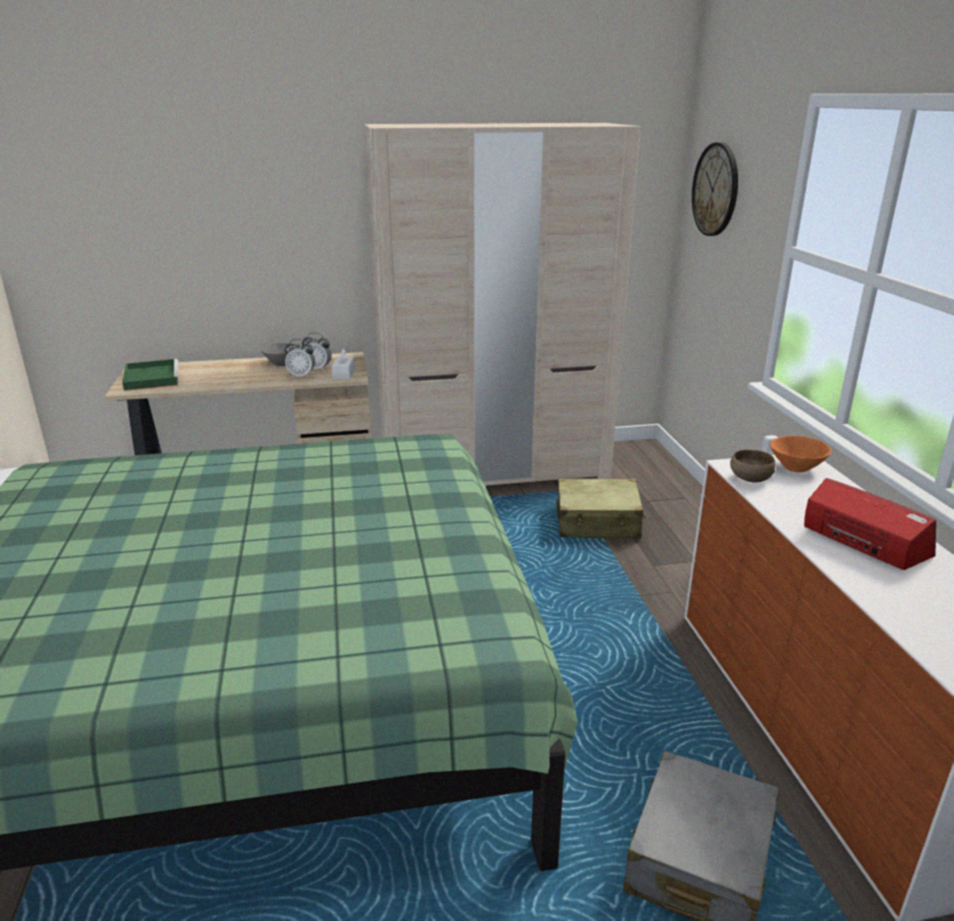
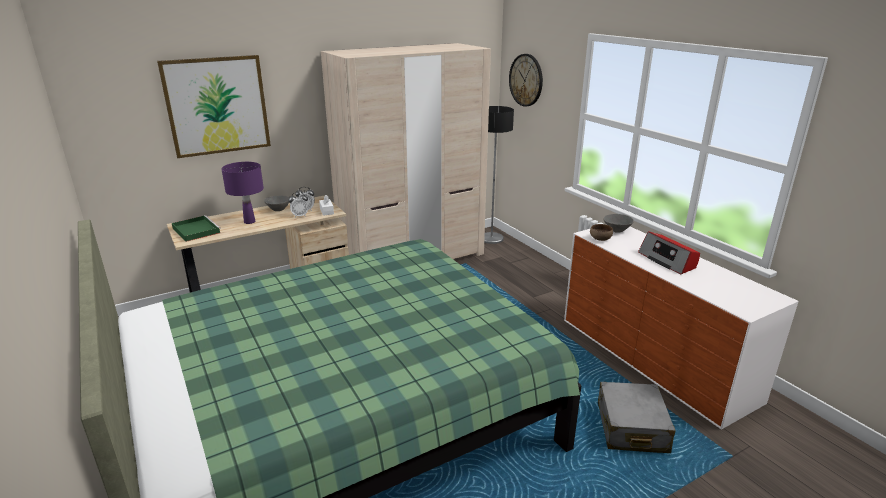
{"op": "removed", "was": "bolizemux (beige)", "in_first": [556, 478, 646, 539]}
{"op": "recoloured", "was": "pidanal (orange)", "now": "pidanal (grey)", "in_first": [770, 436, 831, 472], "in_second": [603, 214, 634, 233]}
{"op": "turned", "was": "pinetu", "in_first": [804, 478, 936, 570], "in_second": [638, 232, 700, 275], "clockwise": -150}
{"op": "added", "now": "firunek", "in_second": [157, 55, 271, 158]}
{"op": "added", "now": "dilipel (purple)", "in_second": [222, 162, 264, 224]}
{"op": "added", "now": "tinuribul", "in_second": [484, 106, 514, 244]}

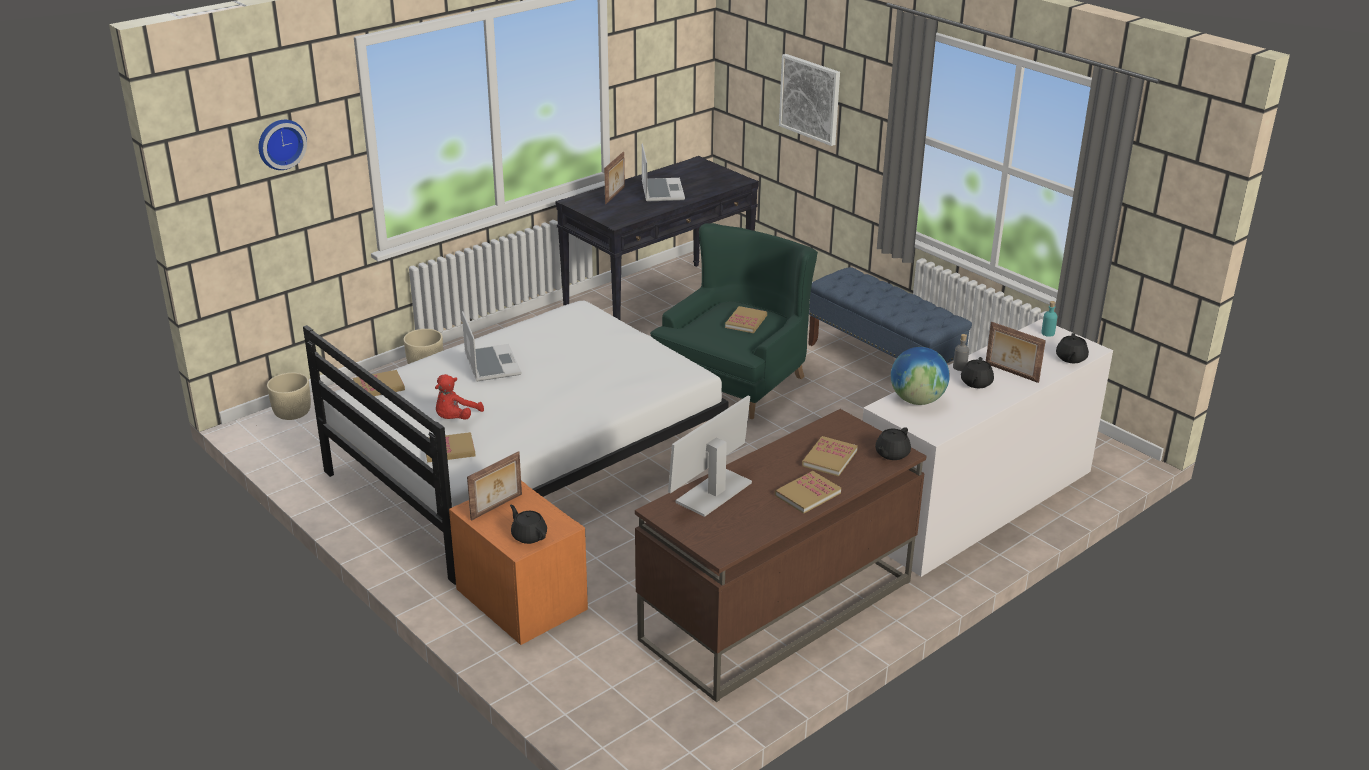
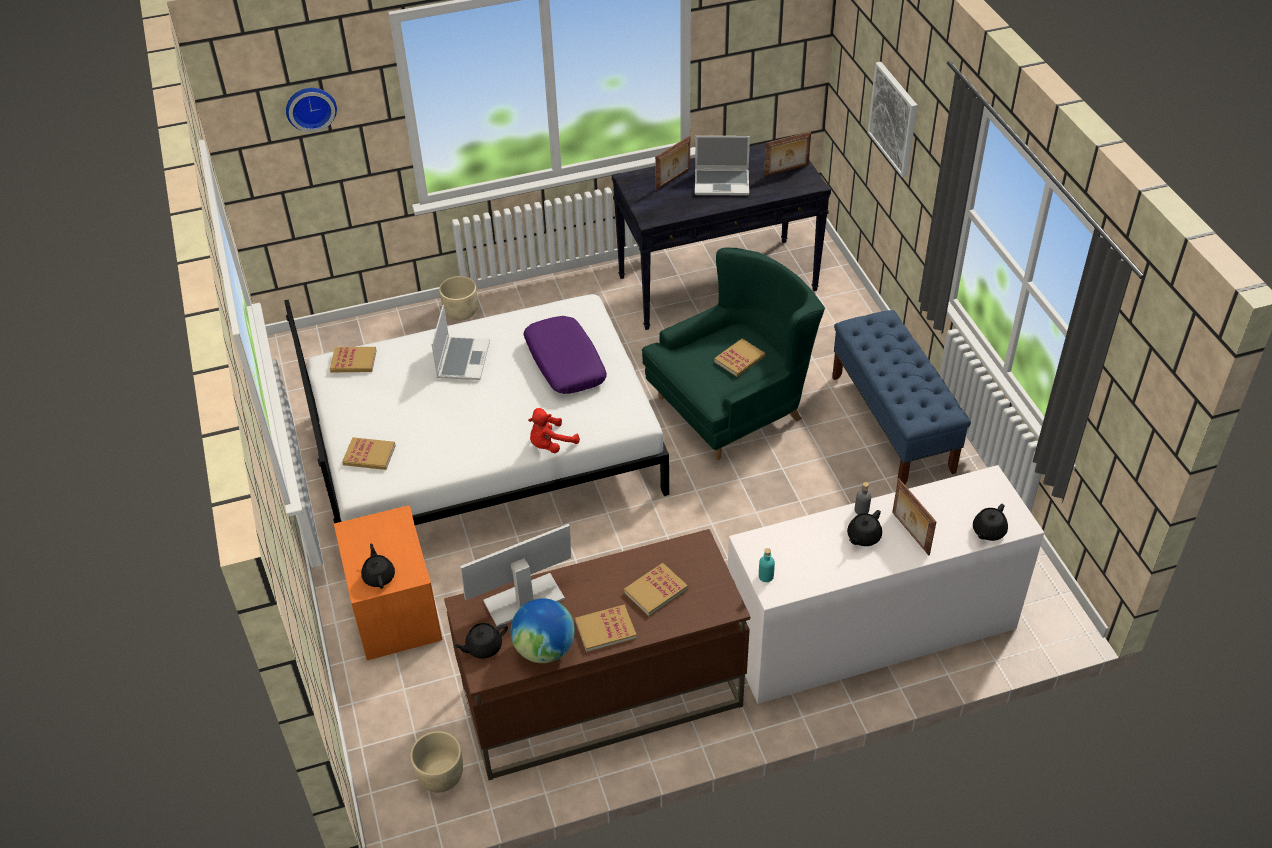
{"op": "moved", "was": "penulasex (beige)", "in_first": [267, 373, 311, 420], "in_second": [411, 731, 463, 793]}
{"op": "moved", "was": "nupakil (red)", "in_first": [435, 374, 484, 420], "in_second": [528, 408, 580, 453]}
{"op": "moved", "was": "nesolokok", "in_first": [467, 451, 522, 521], "in_second": [764, 131, 811, 176]}
{"op": "turned", "was": "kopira", "in_first": [642, 143, 685, 202], "in_second": [695, 136, 750, 195], "clockwise": 75}
{"op": "moved", "was": "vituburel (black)", "in_first": [875, 427, 911, 460], "in_second": [453, 623, 508, 659]}
{"op": "moved", "was": "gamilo", "in_first": [891, 347, 950, 405], "in_second": [510, 598, 575, 663]}
{"op": "moved", "was": "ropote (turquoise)", "in_first": [1041, 301, 1057, 337], "in_second": [759, 548, 775, 582]}
{"op": "added", "now": "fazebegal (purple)", "in_second": [523, 316, 607, 394]}

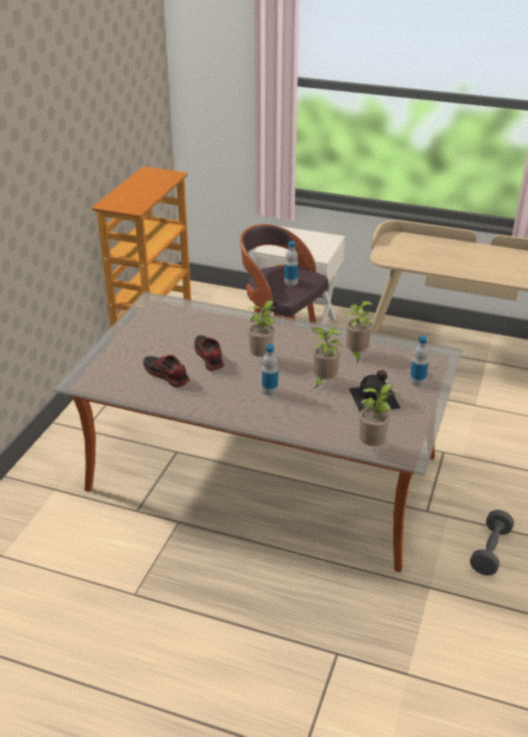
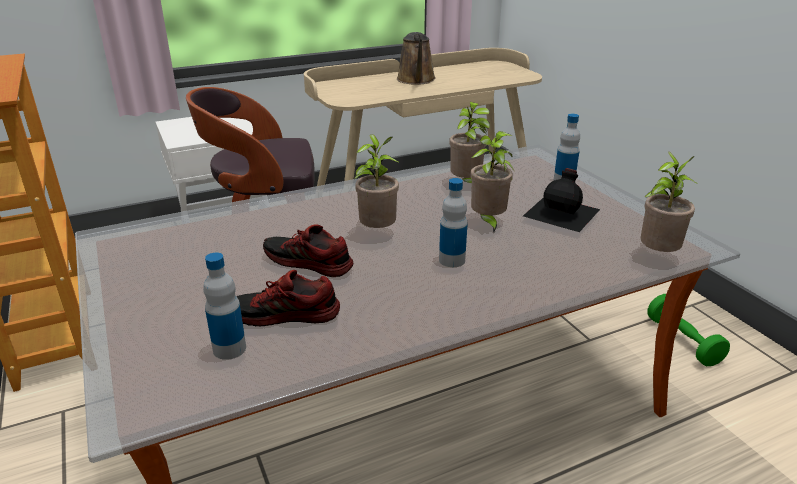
{"op": "moved", "was": "ropote", "in_first": [285, 241, 298, 286], "in_second": [203, 253, 246, 360]}
{"op": "recoloured", "was": "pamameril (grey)", "now": "pamameril (green)", "in_first": [470, 510, 514, 575], "in_second": [647, 294, 730, 366]}
{"op": "added", "now": "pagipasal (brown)", "in_second": [397, 32, 436, 85]}

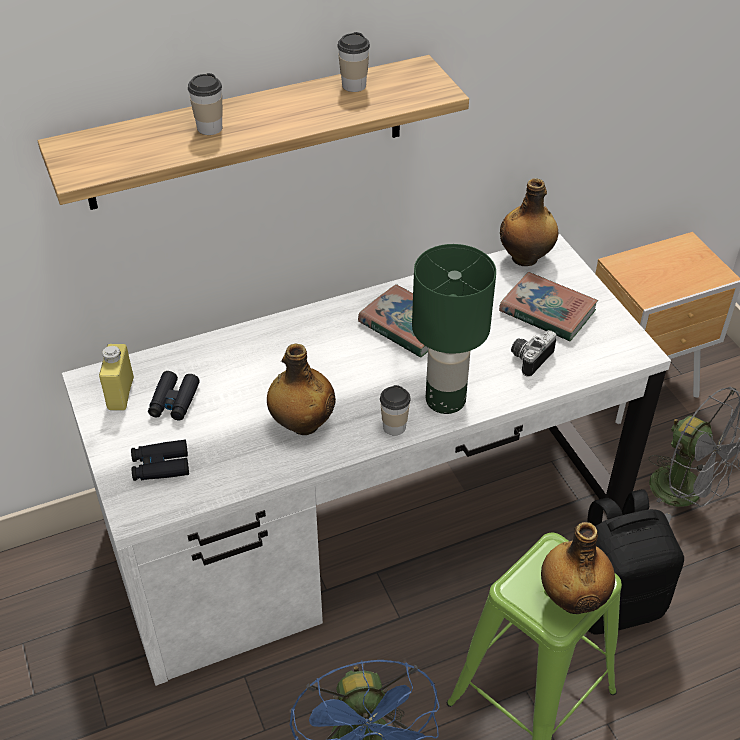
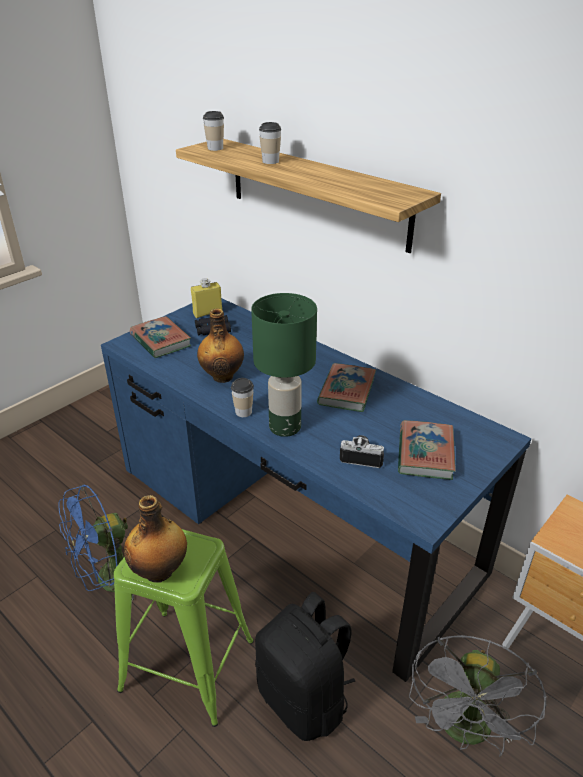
{"op": "recoloured", "was": "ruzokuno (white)", "now": "ruzokuno (blue)", "in_first": [62, 234, 671, 686], "in_second": [101, 298, 532, 682]}
{"op": "replaced", "was": "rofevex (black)", "now": "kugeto", "in_first": [131, 440, 189, 481], "in_second": [130, 316, 191, 358]}
{"op": "moved", "was": "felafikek", "in_first": [337, 32, 370, 92], "in_second": [203, 111, 224, 151]}
{"op": "removed", "was": "ropote", "in_first": [500, 178, 558, 266]}

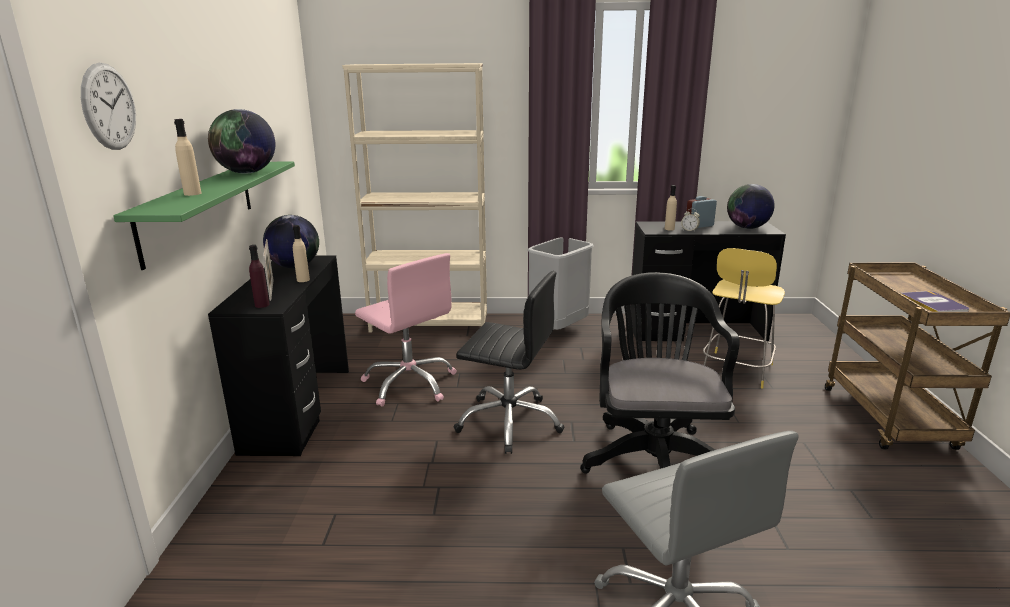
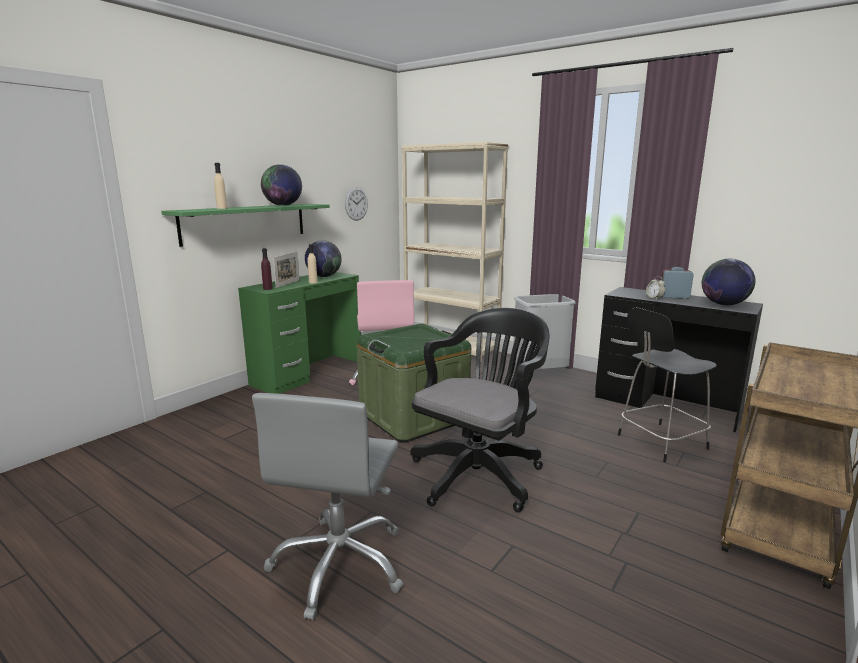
{"op": "moved", "was": "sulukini", "in_first": [81, 63, 136, 150], "in_second": [345, 187, 368, 221]}
{"op": "recoloured", "was": "ruzokuno (black)", "now": "ruzokuno (green)", "in_first": [208, 255, 349, 456], "in_second": [238, 272, 361, 394]}
{"op": "replaced", "was": "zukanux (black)", "now": "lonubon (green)", "in_first": [454, 271, 564, 454], "in_second": [357, 323, 471, 443]}
{"op": "removed", "was": "ropote (beige)", "in_first": [665, 185, 677, 231]}
{"op": "recoloured", "was": "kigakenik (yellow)", "now": "kigakenik (black)", "in_first": [703, 248, 785, 389], "in_second": [618, 308, 717, 463]}
{"op": "removed", "was": "kugeto", "in_first": [901, 291, 969, 312]}

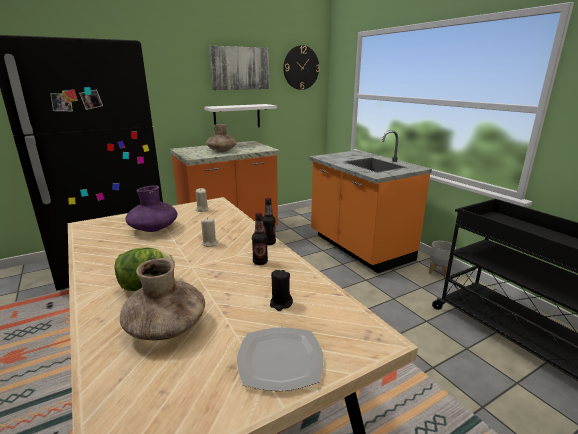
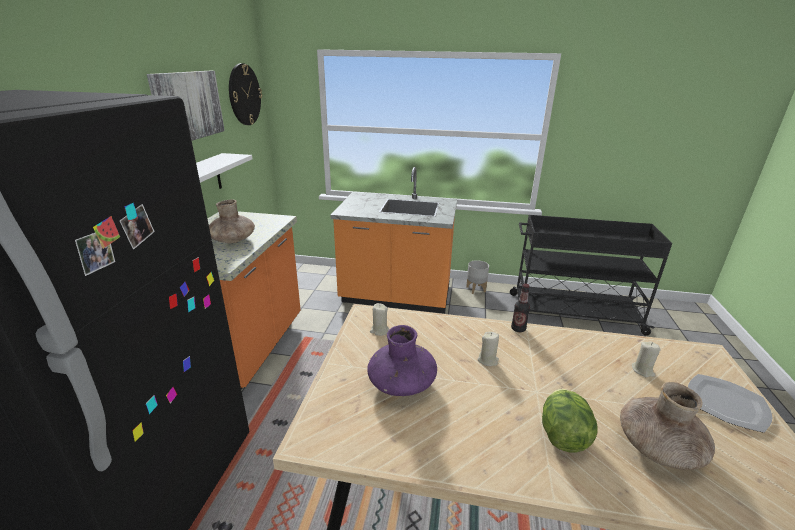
{"op": "removed", "was": "ropote", "in_first": [252, 213, 268, 265]}
{"op": "recoloured", "was": "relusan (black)", "now": "relusan (beige)", "in_first": [270, 270, 293, 311], "in_second": [632, 341, 661, 377]}

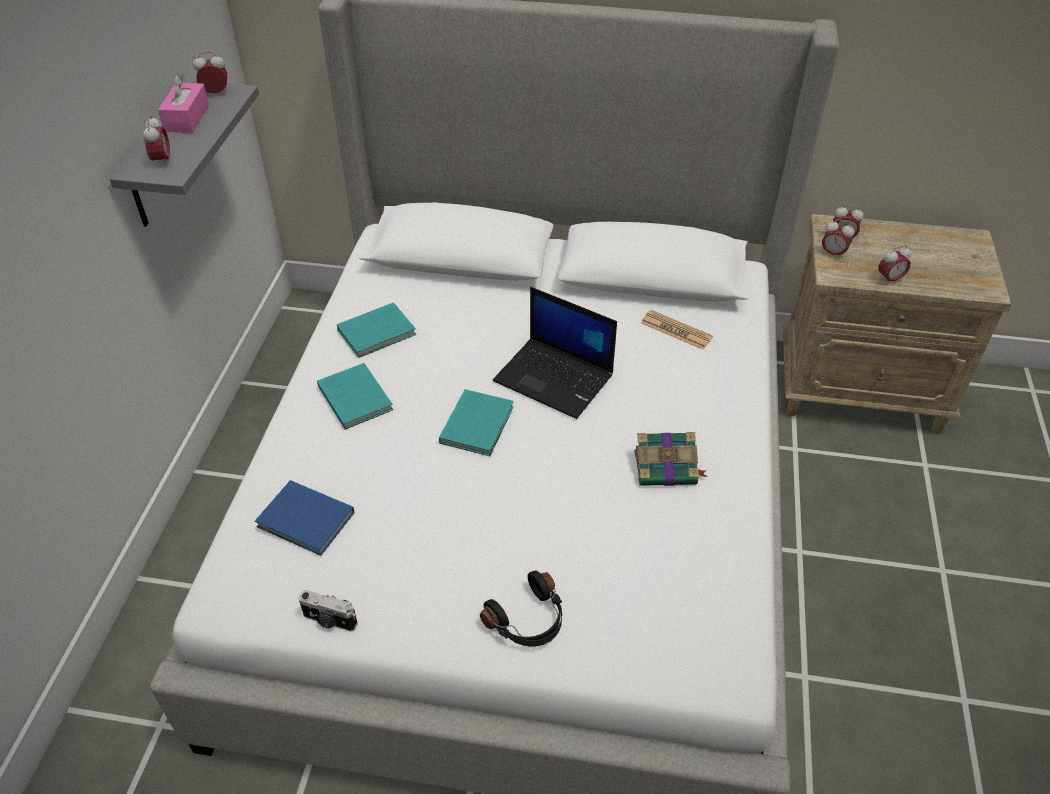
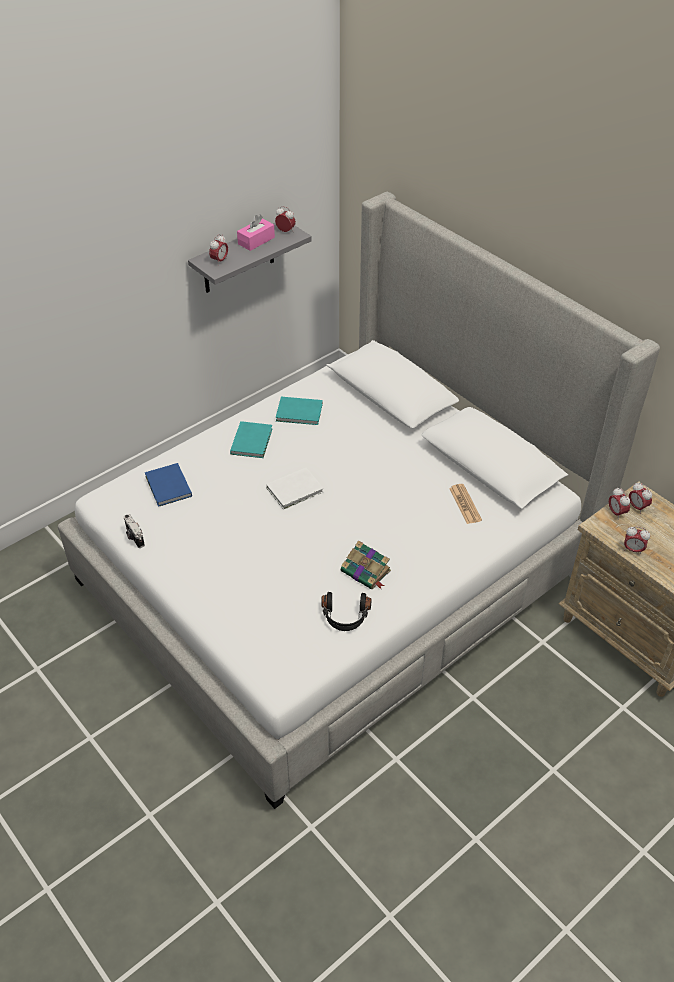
{"op": "recoloured", "was": "kugeto (turquoise)", "now": "kugeto (white)", "in_first": [439, 389, 514, 456], "in_second": [266, 468, 324, 510]}
{"op": "moved", "was": "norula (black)", "in_first": [480, 571, 562, 647], "in_second": [322, 592, 372, 631]}
{"op": "removed", "was": "kopira", "in_first": [493, 287, 617, 419]}

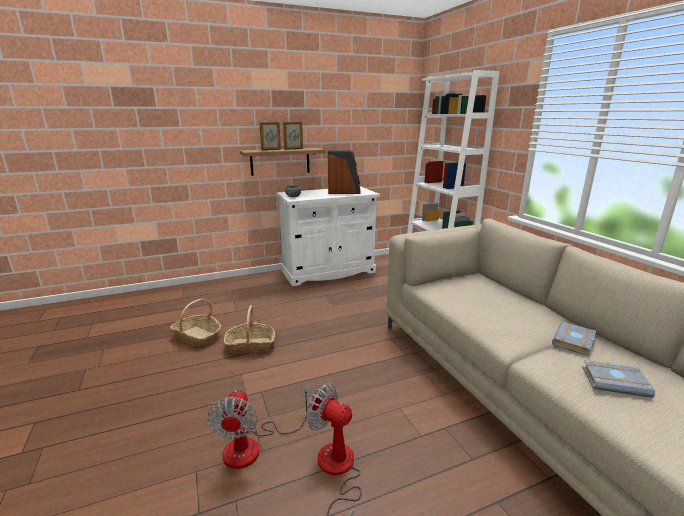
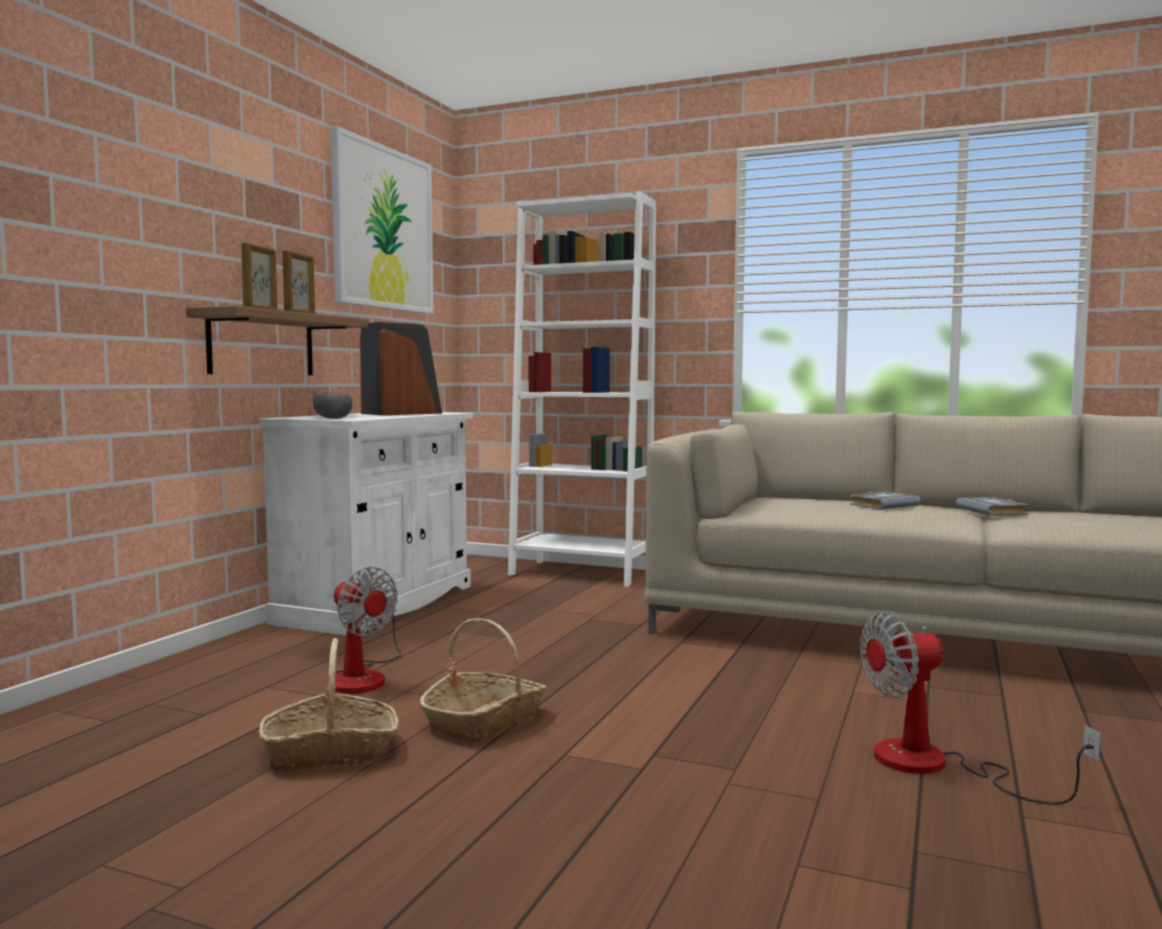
{"op": "moved", "was": "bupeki", "in_first": [207, 386, 311, 469], "in_second": [334, 567, 402, 694]}
{"op": "moved", "was": "kugeto (grey)", "in_first": [582, 360, 655, 398], "in_second": [850, 492, 921, 509]}
{"op": "added", "now": "firunek", "in_second": [331, 126, 433, 314]}

